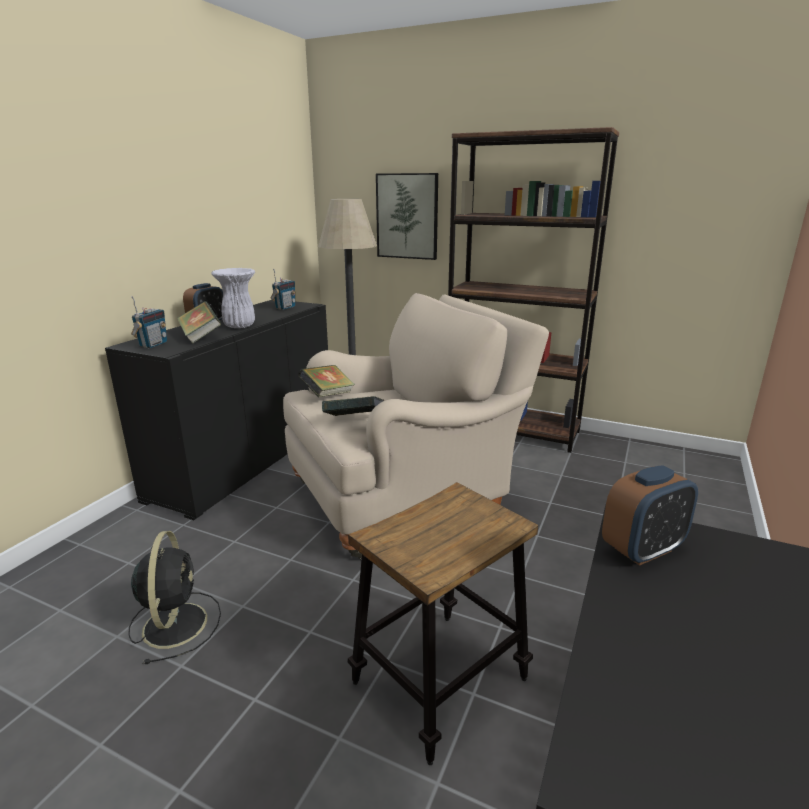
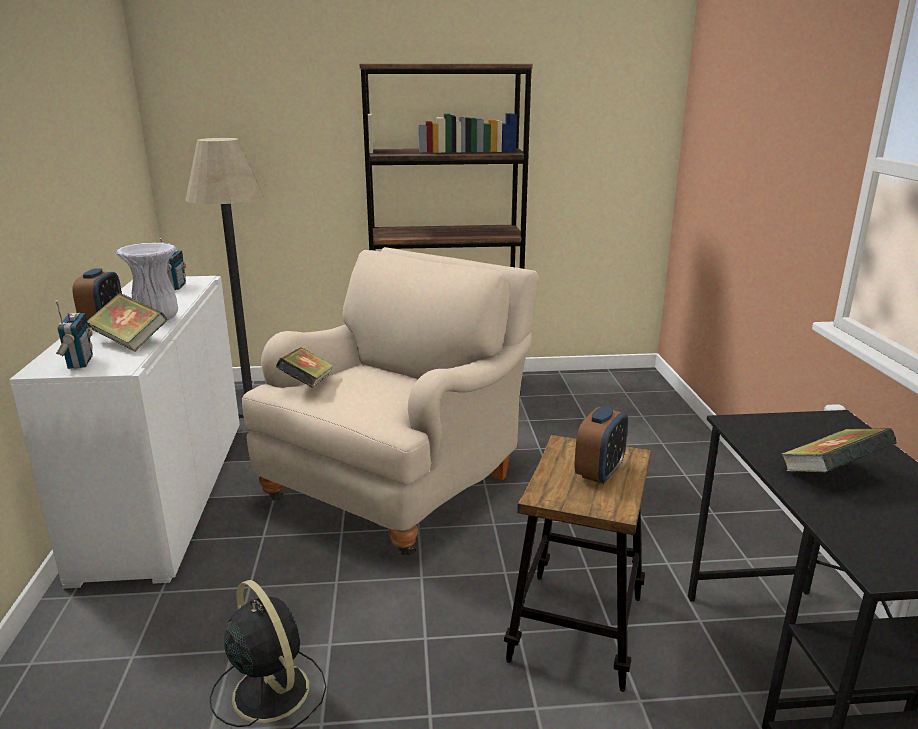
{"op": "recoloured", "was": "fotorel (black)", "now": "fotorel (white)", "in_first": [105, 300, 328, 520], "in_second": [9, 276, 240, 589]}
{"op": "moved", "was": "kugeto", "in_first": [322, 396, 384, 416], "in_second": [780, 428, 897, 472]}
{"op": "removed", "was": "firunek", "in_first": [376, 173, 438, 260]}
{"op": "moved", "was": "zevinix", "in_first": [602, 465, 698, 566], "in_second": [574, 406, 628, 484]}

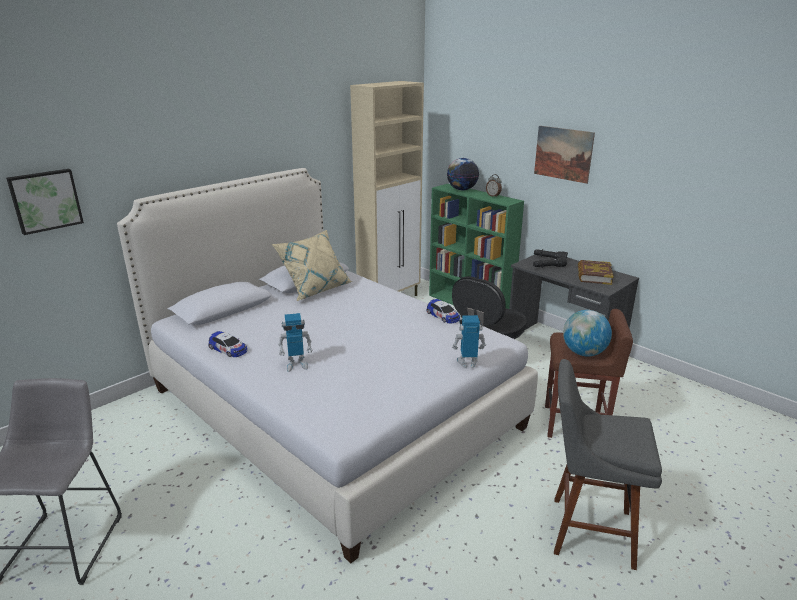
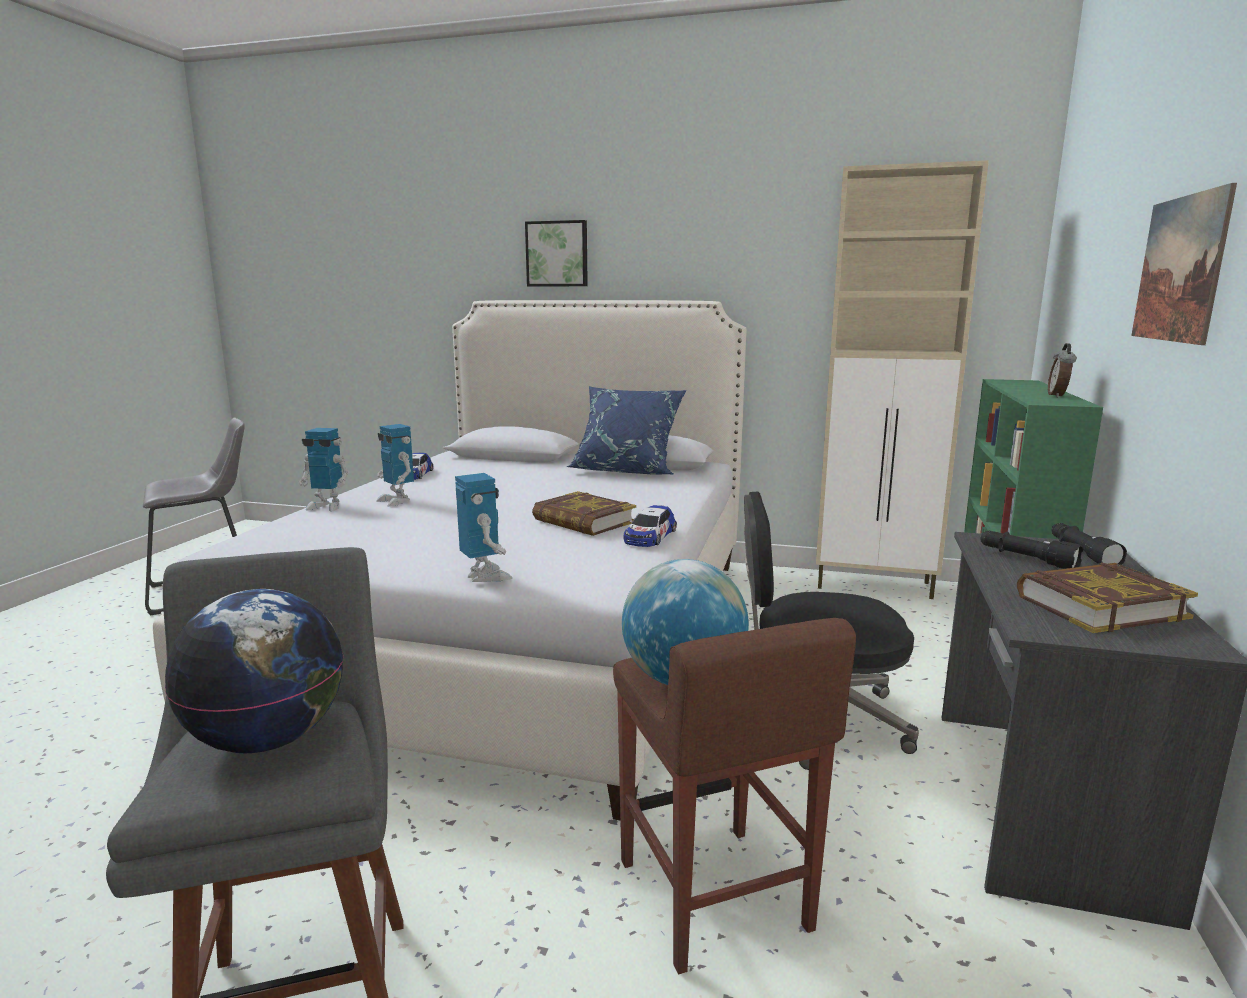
{"op": "moved", "was": "firunek", "in_first": [6, 169, 84, 235], "in_second": [525, 220, 588, 287]}
{"op": "recoloured", "was": "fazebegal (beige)", "now": "fazebegal (blue)", "in_first": [272, 230, 352, 301], "in_second": [566, 386, 686, 475]}
{"op": "moved", "was": "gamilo", "in_first": [447, 158, 479, 190], "in_second": [165, 589, 343, 753]}
{"op": "added", "now": "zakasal", "in_second": [299, 428, 349, 512]}
{"op": "added", "now": "kugeto", "in_second": [532, 491, 636, 536]}

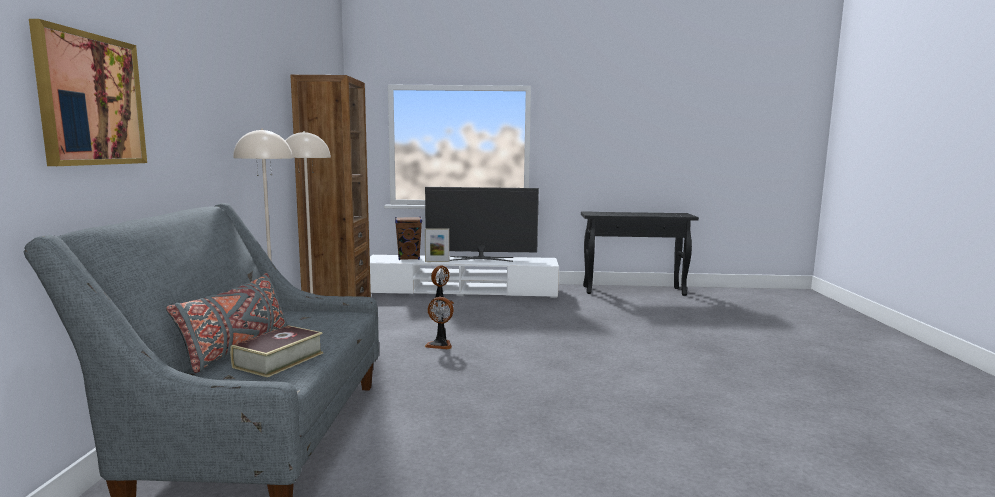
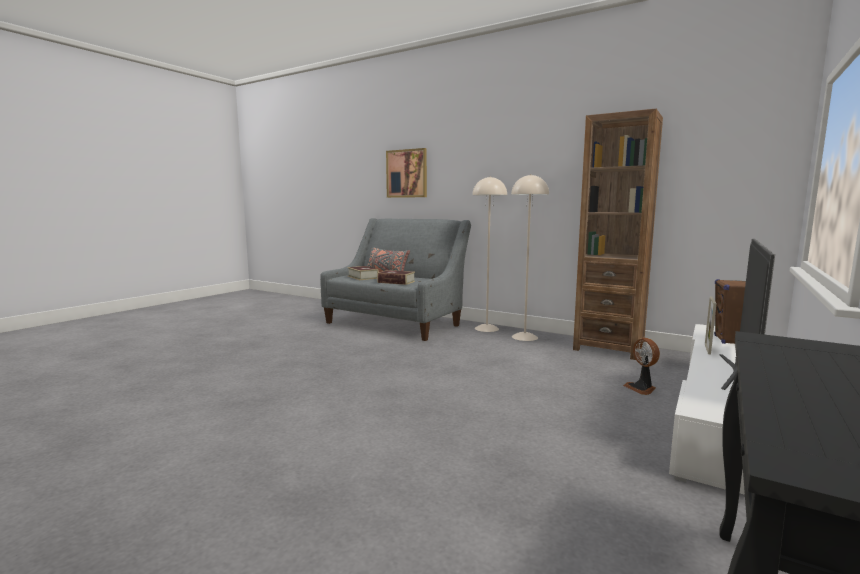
{"op": "removed", "was": "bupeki", "in_first": [425, 297, 454, 350]}
{"op": "added", "now": "kugeto", "in_second": [377, 270, 415, 285]}

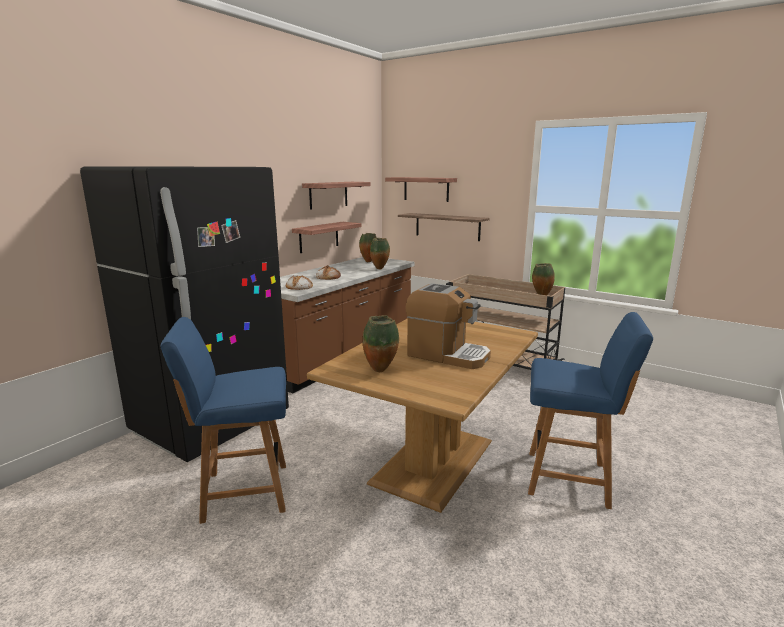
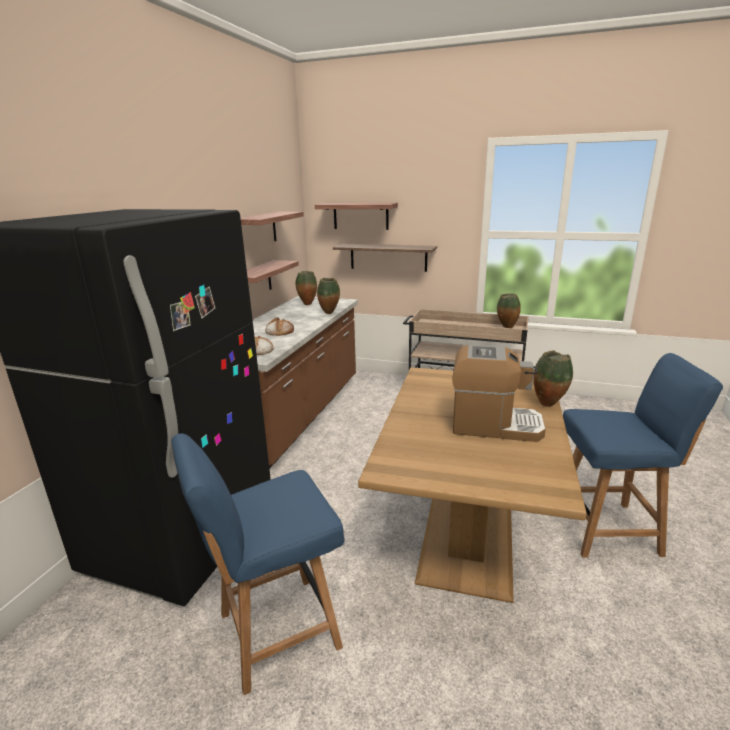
{"op": "moved", "was": "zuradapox", "in_first": [363, 315, 399, 372], "in_second": [533, 351, 573, 407]}

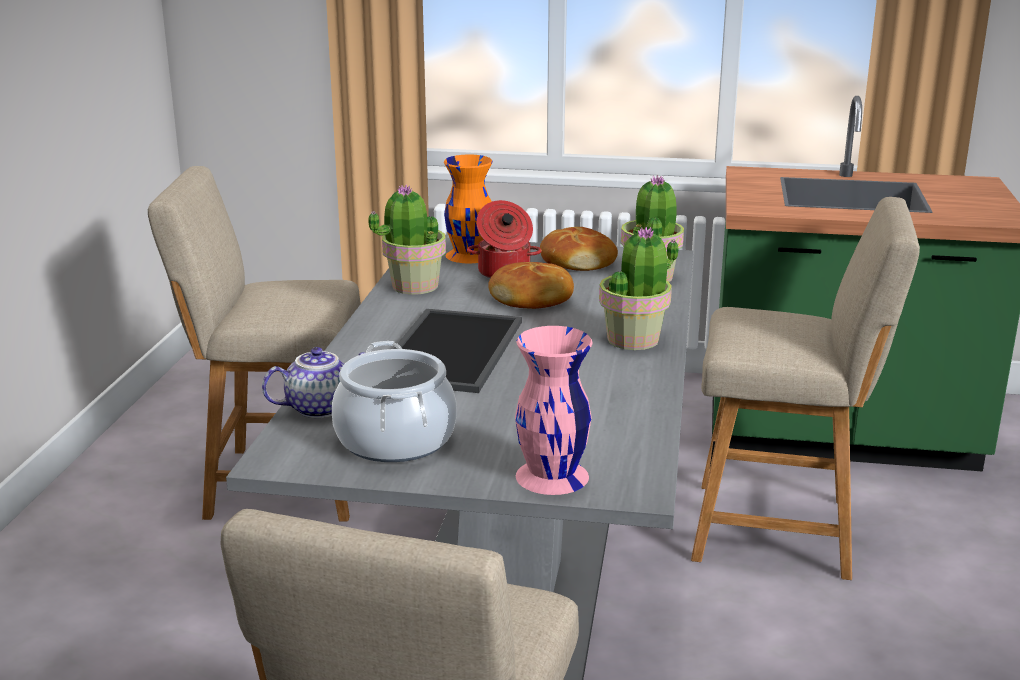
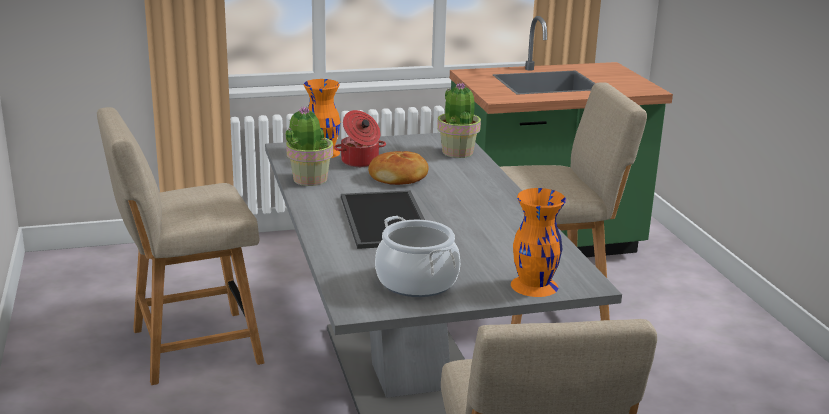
{"op": "removed", "was": "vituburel", "in_first": [262, 347, 364, 418]}
{"op": "recoloured", "was": "zuradapox (pink)", "now": "zuradapox (orange)", "in_first": [515, 326, 592, 495], "in_second": [511, 188, 566, 297]}
{"op": "removed", "was": "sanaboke", "in_first": [540, 227, 618, 271]}
{"op": "removed", "was": "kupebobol", "in_first": [599, 227, 679, 350]}

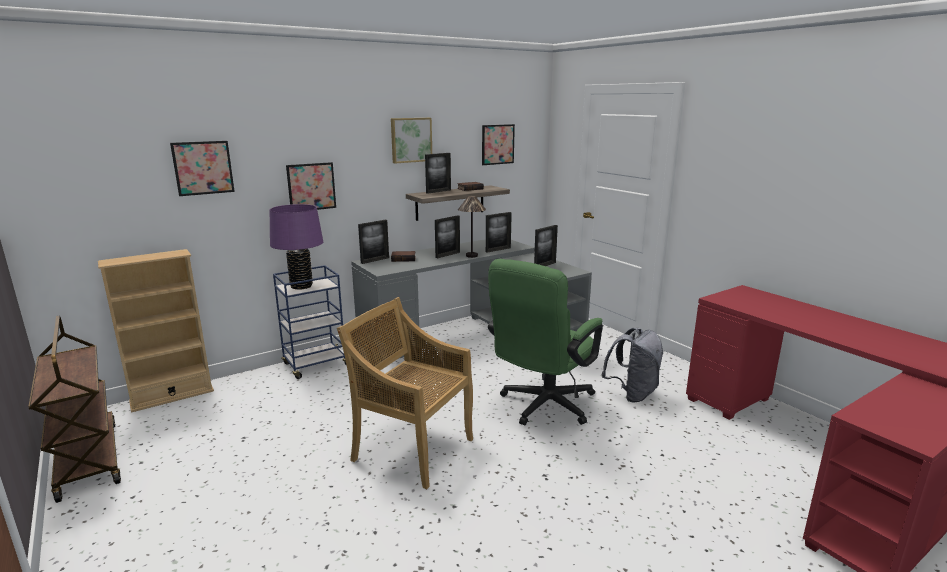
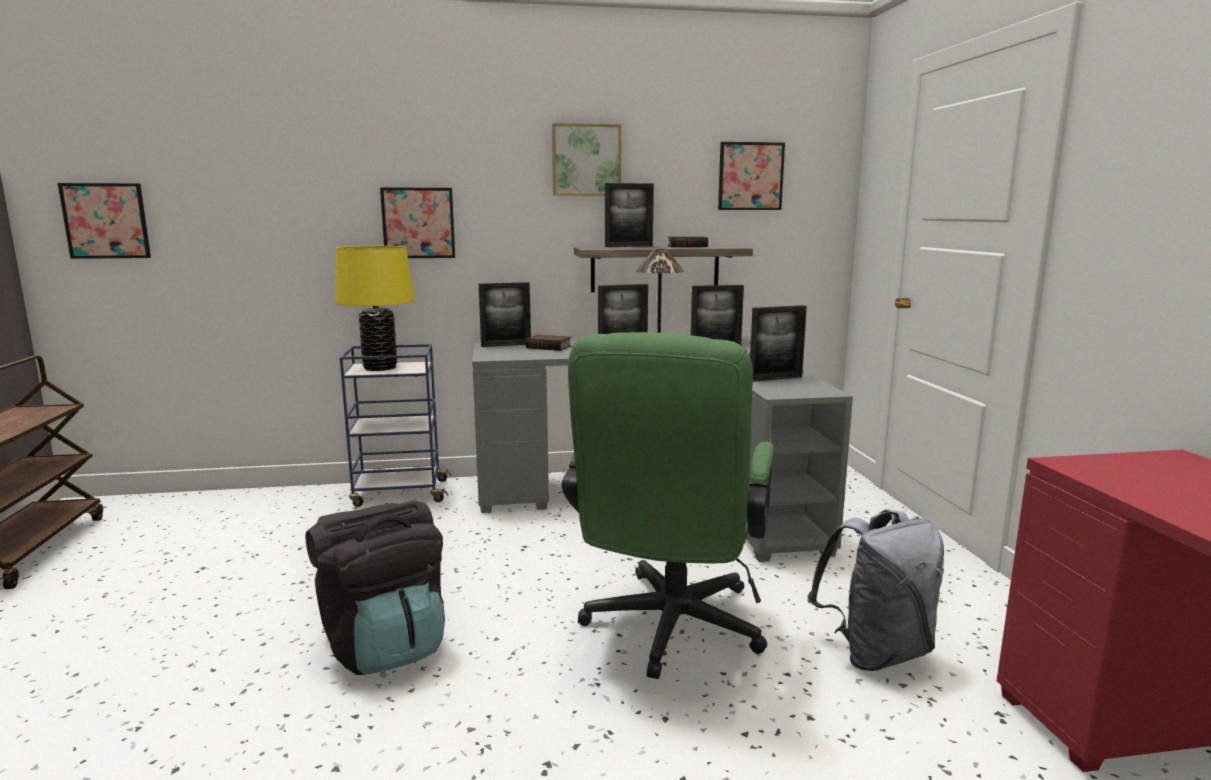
{"op": "removed", "was": "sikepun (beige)", "in_first": [98, 249, 214, 412]}
{"op": "moved", "was": "firunek", "in_first": [170, 141, 235, 196], "in_second": [58, 183, 151, 259]}
{"op": "recoloured", "was": "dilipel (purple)", "now": "dilipel (yellow)", "in_first": [270, 204, 323, 290], "in_second": [335, 246, 415, 371]}
{"op": "replaced", "was": "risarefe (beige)", "now": "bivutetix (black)", "in_first": [337, 297, 473, 489], "in_second": [305, 501, 445, 675]}
{"op": "turned", "was": "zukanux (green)", "in_first": [488, 259, 603, 425], "in_second": [562, 332, 774, 679], "clockwise": -45}

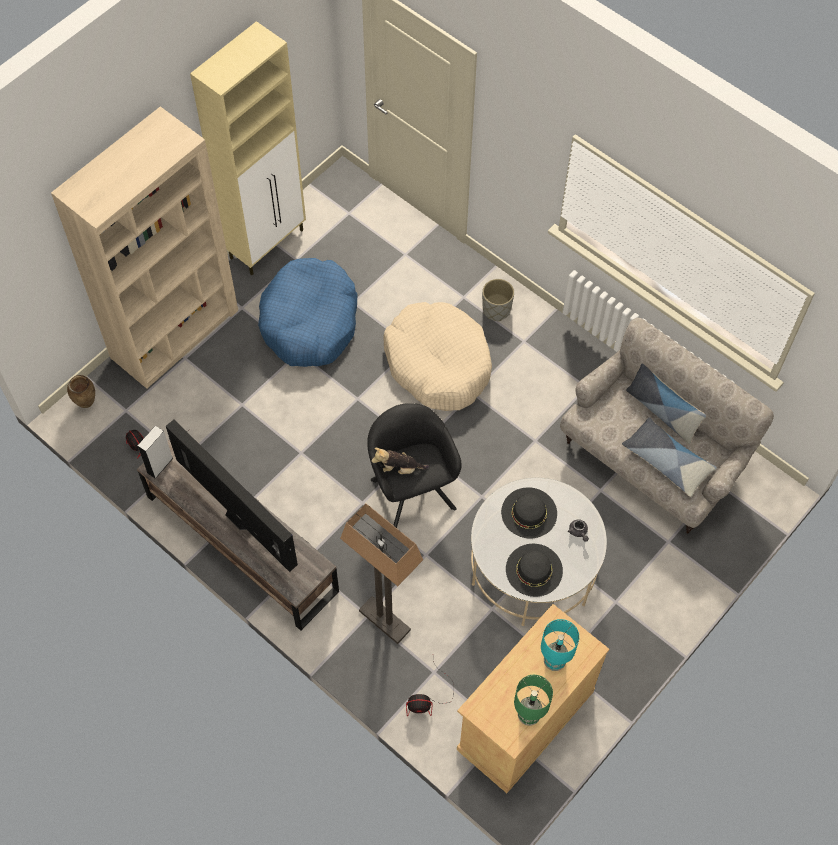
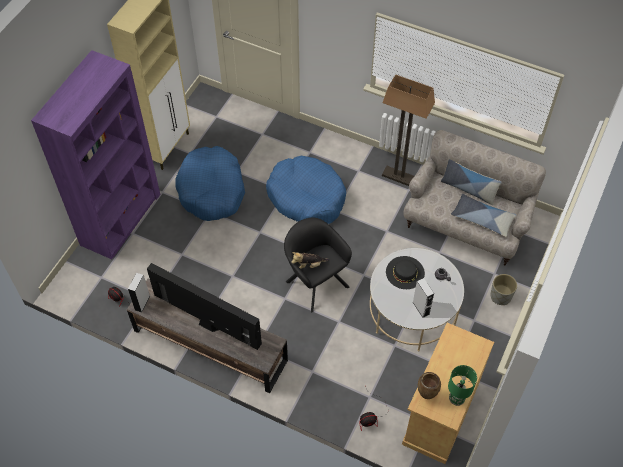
{"op": "recoloured", "was": "sikepun (beige)", "now": "sikepun (purple)", "in_first": [51, 106, 238, 388], "in_second": [31, 50, 161, 259]}
{"op": "moved", "was": "zuradapox (brown)", "in_first": [67, 375, 95, 408], "in_second": [418, 372, 441, 399]}
{"op": "moved", "was": "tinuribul", "in_first": [340, 504, 423, 644], "in_second": [382, 74, 435, 186]}
{"op": "recoloured", "was": "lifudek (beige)", "now": "lifudek (blue)", "in_first": [384, 302, 492, 411], "in_second": [266, 156, 346, 224]}
{"op": "moved", "was": "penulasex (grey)", "in_first": [482, 279, 514, 321], "in_second": [490, 274, 517, 305]}
{"op": "replaced", "was": "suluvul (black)", "now": "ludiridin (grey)", "in_first": [506, 544, 563, 597], "in_second": [413, 278, 434, 318]}
{"op": "removed", "was": "dilipel (turquoise)", "in_first": [541, 619, 579, 671]}

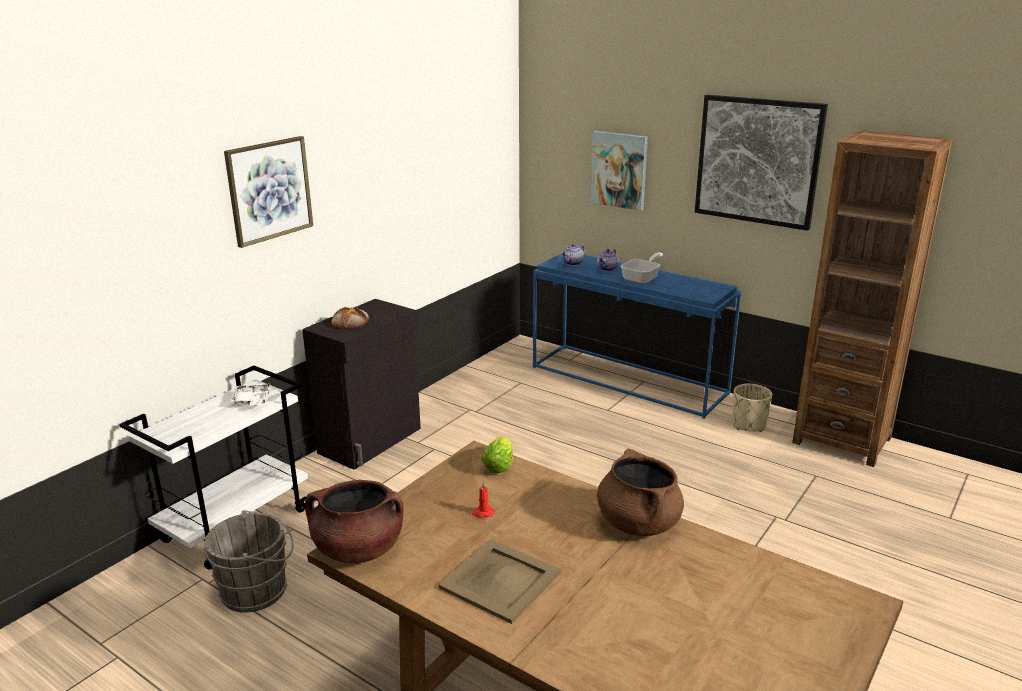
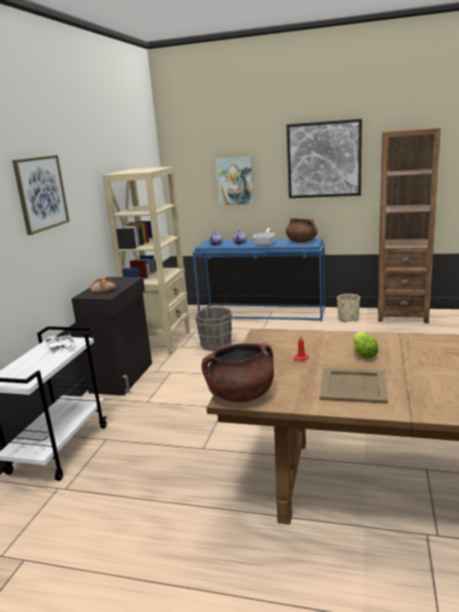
{"op": "moved", "was": "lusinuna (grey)", "in_first": [205, 510, 293, 613], "in_second": [195, 307, 237, 351]}
{"op": "moved", "was": "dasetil", "in_first": [481, 437, 513, 473], "in_second": [353, 332, 378, 358]}
{"op": "moved", "was": "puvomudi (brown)", "in_first": [597, 448, 684, 536], "in_second": [286, 218, 318, 243]}
{"op": "added", "now": "sikepun (beige)", "in_second": [102, 167, 190, 355]}

